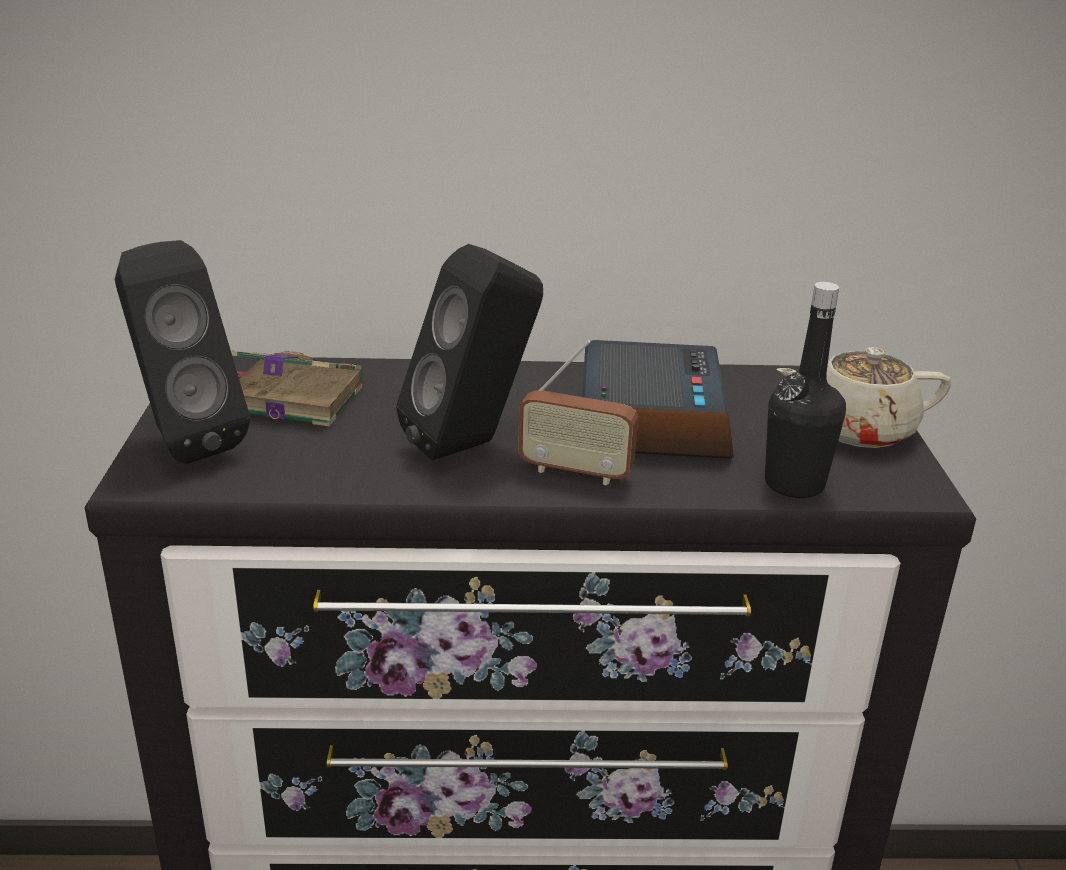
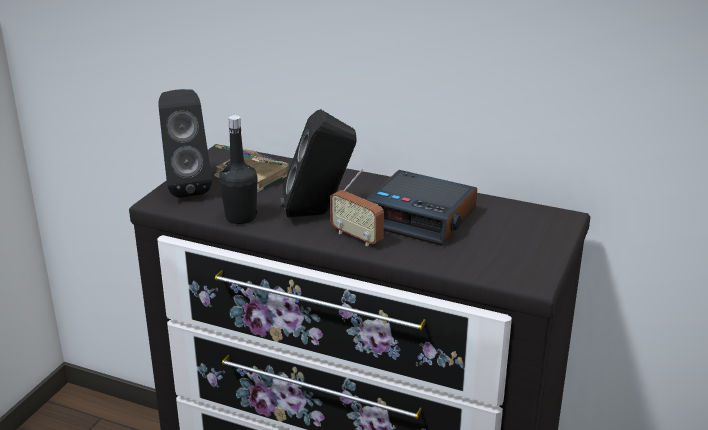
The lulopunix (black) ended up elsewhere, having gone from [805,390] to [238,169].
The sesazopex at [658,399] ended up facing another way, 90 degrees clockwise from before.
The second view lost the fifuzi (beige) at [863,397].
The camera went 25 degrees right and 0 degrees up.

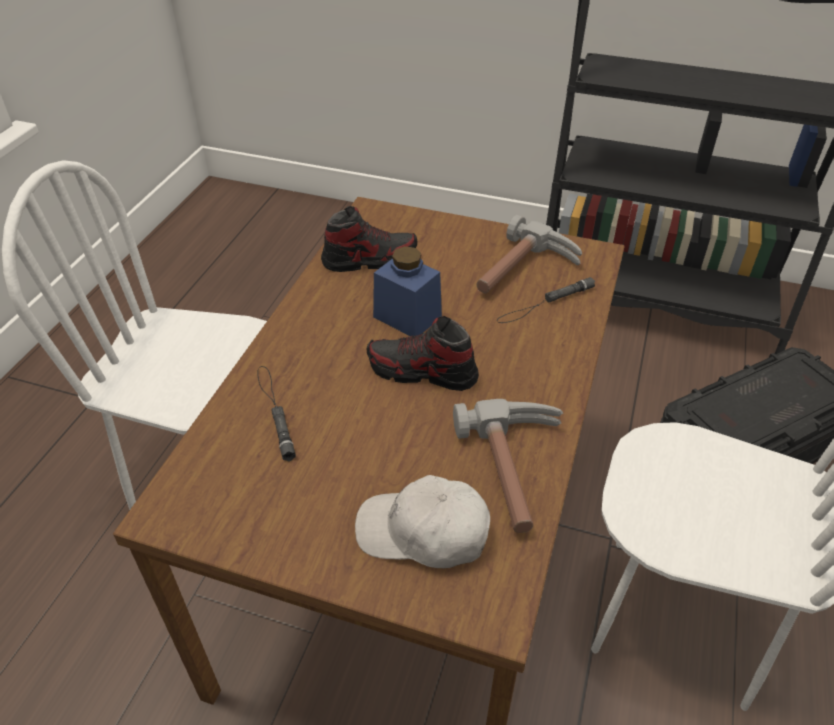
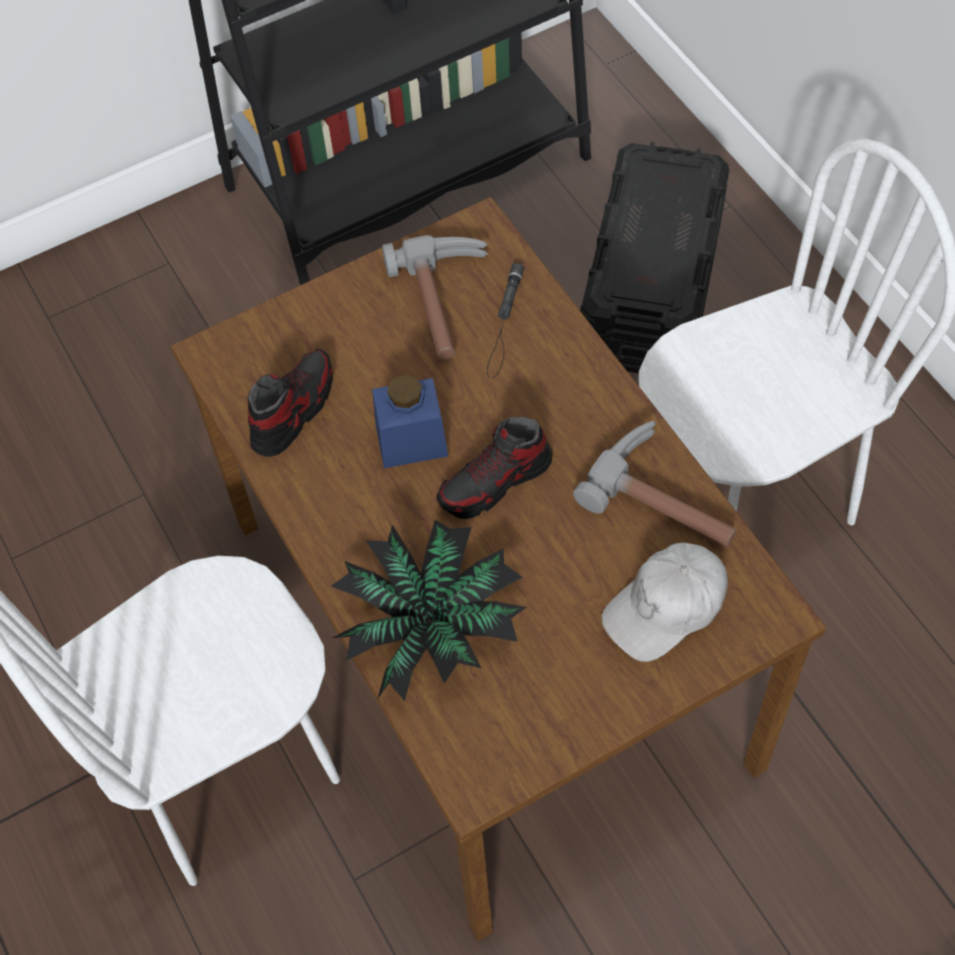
Where the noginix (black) stood at [276,413], the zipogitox came to stand at [428,610].
The camera went 45 degrees left and 15 degrees up.

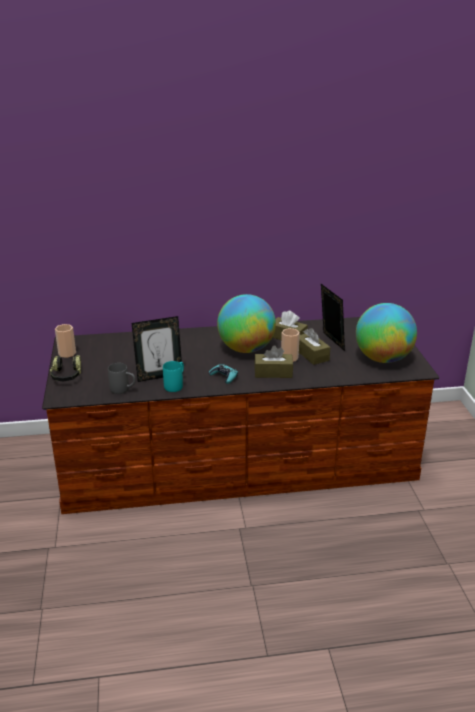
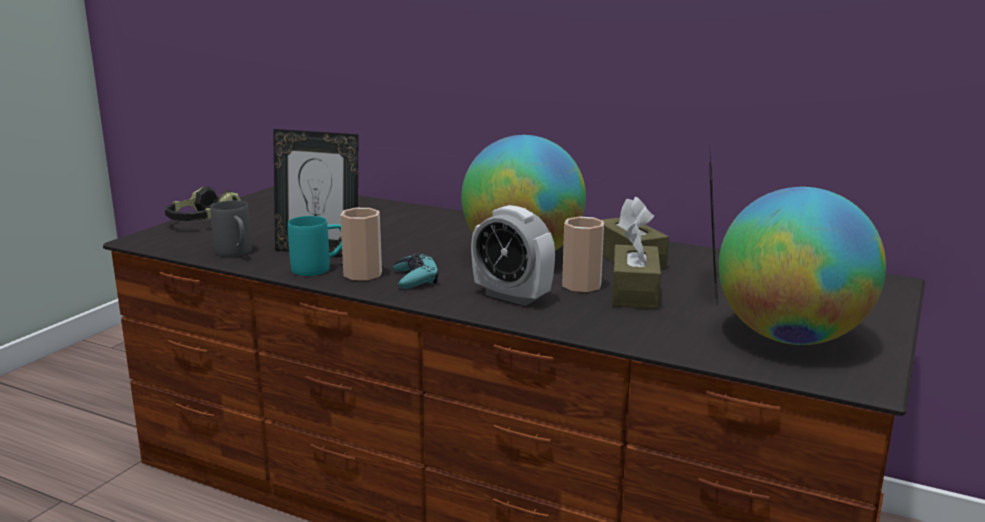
The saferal ended up elsewhere, having gone from [65,341] to [361,244].
Where the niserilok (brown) stood at [273,361], the sesazopex came to stand at [513,255].
The camera went 35 degrees right and 10 degrees down.

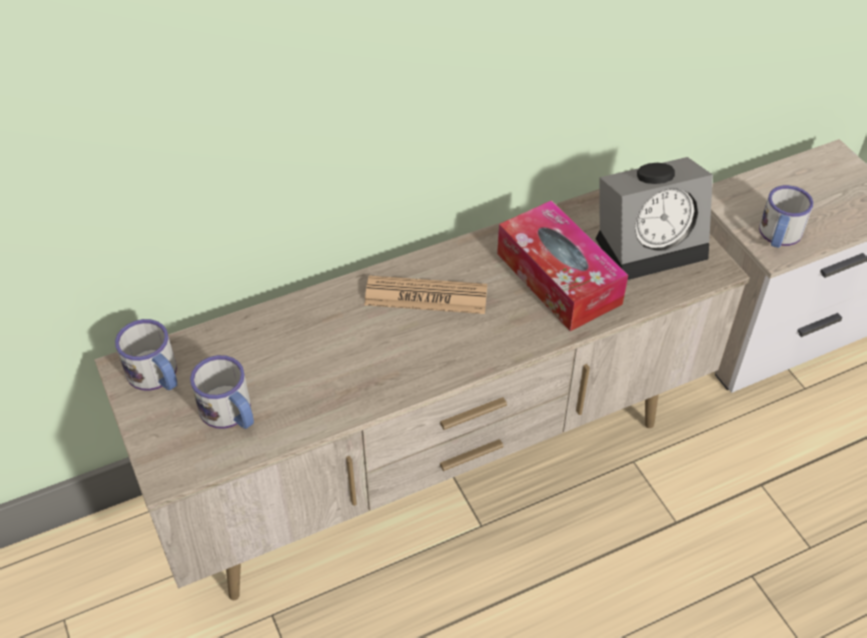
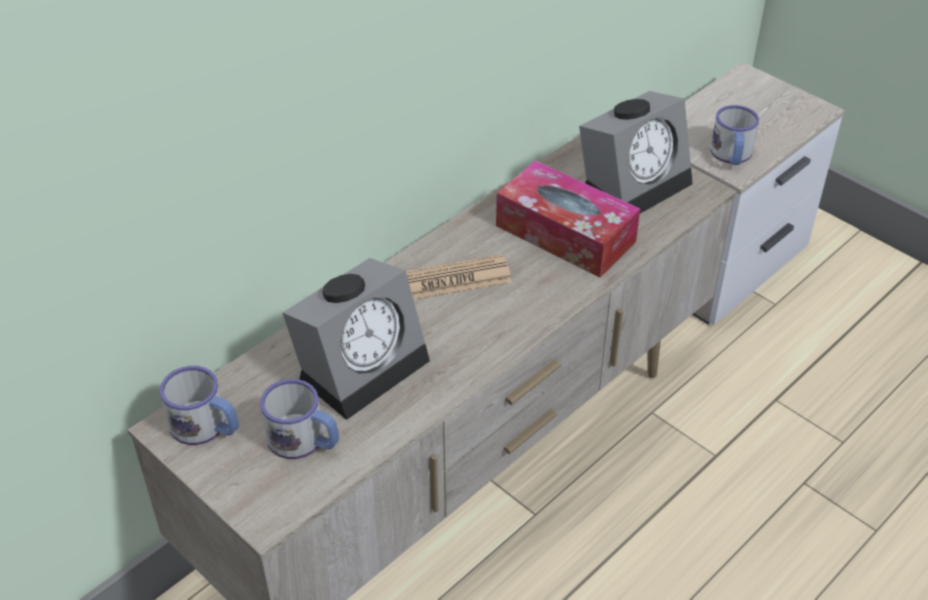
The second view gained the sesazopex at [356,339].
The camera went 20 degrees left and 5 degrees down.

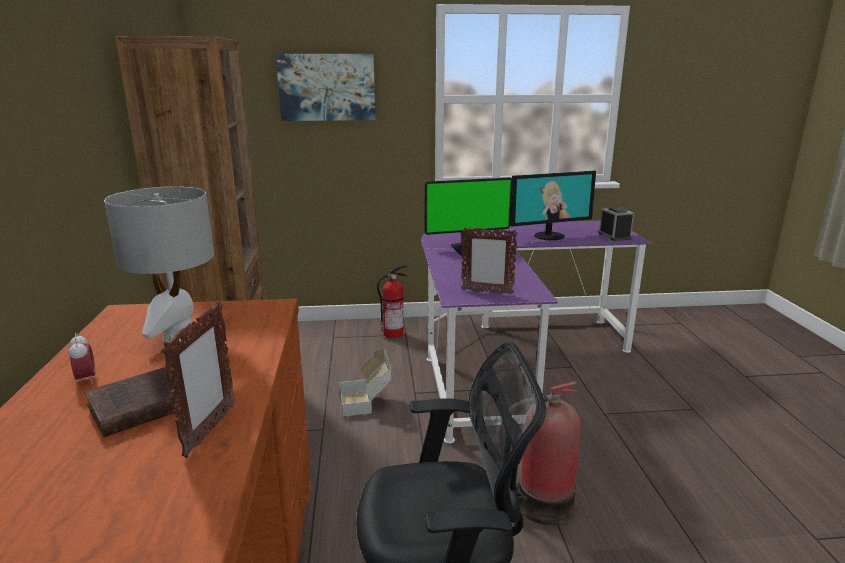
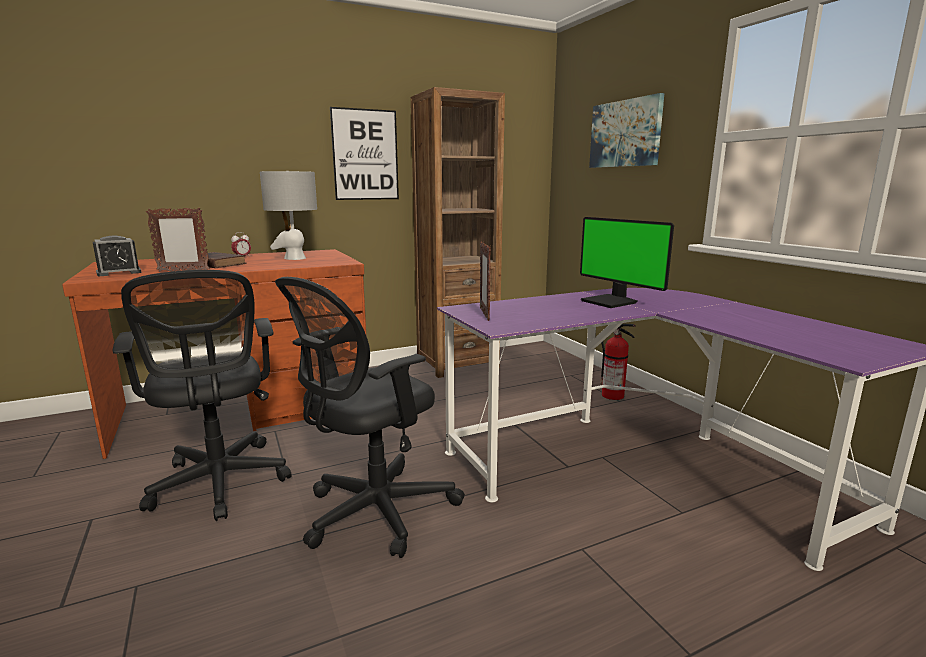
The sesazopex ended up elsewhere, having gone from [616,224] to [117,256].
Where the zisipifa stood at [541,453], the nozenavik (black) came to stand at [370,417].
The second view gained the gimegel at [364,153].
The second view lost the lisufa at [365,383].
The second view lost the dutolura at [553,205].
The camera went 70 degrees right and 5 degrees down.

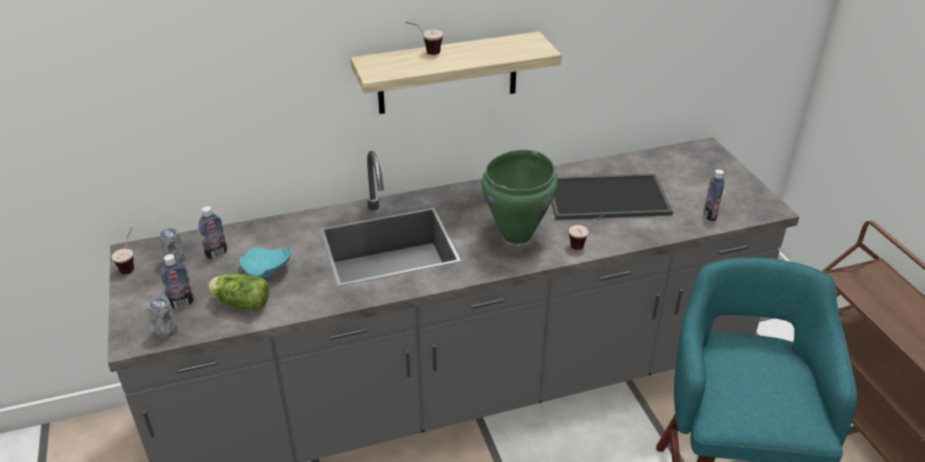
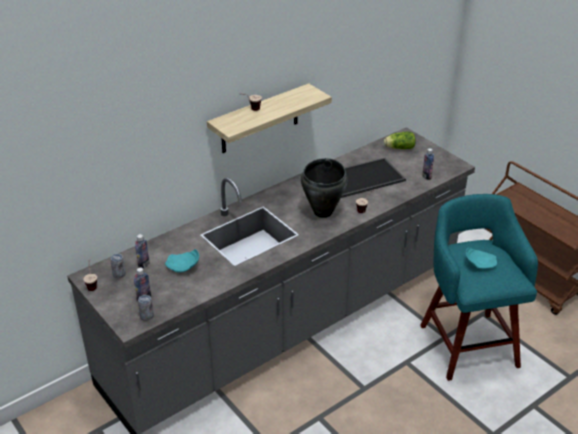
What was the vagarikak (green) at [519,197] turned into the vagarikak (black) at [324,188].
The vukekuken ended up elsewhere, having gone from [238,292] to [400,140].
The second view gained the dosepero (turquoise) at [481,258].
The camera went 20 degrees left and 0 degrees up.

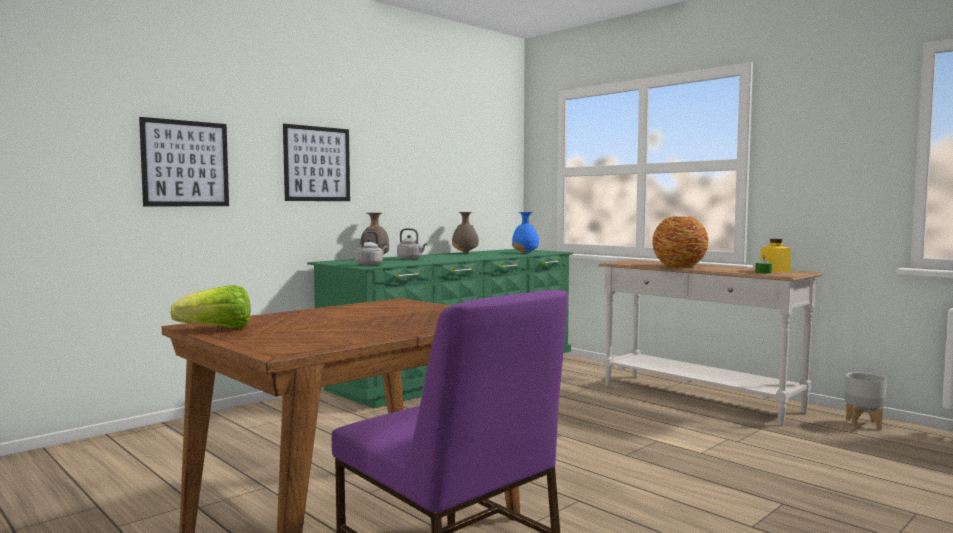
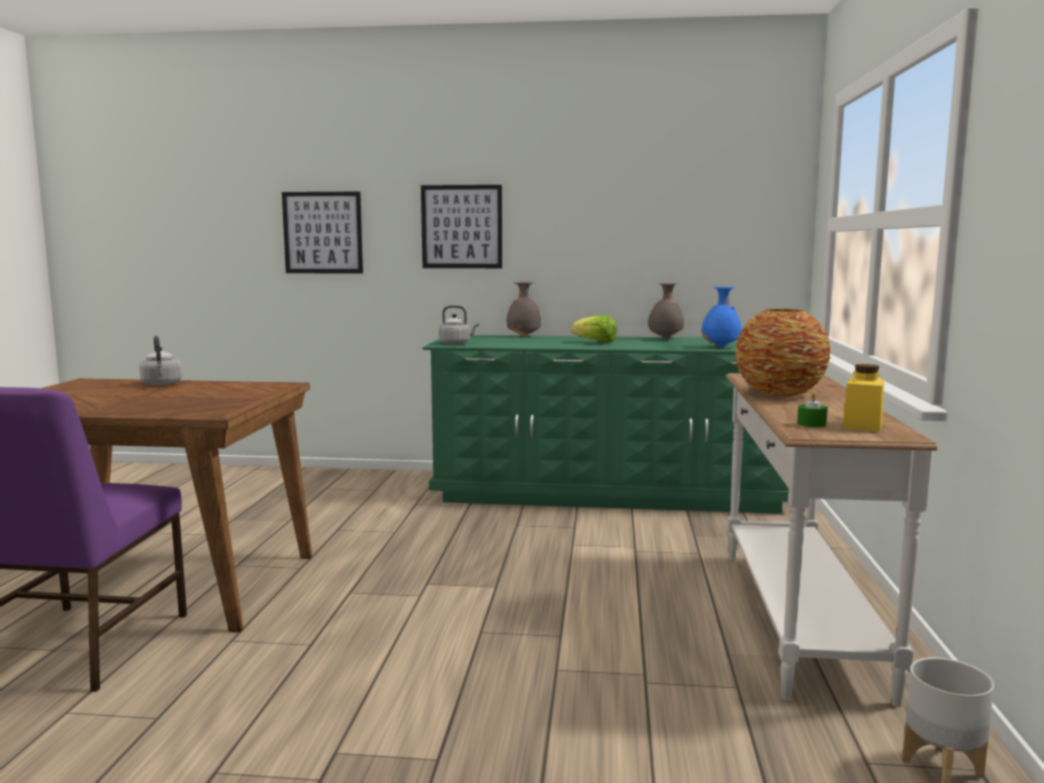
The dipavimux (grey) ended up elsewhere, having gone from [412,244] to [160,361].
The vukekuken ended up elsewhere, having gone from [210,306] to [594,329].
The camera went 50 degrees right and 5 degrees up.

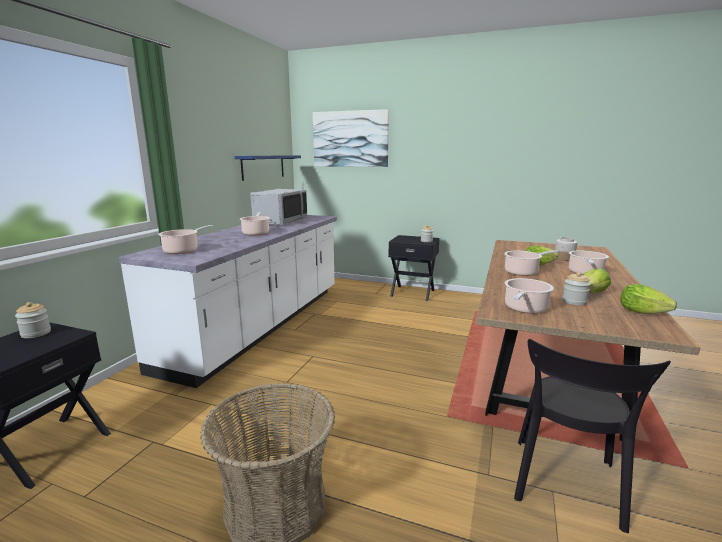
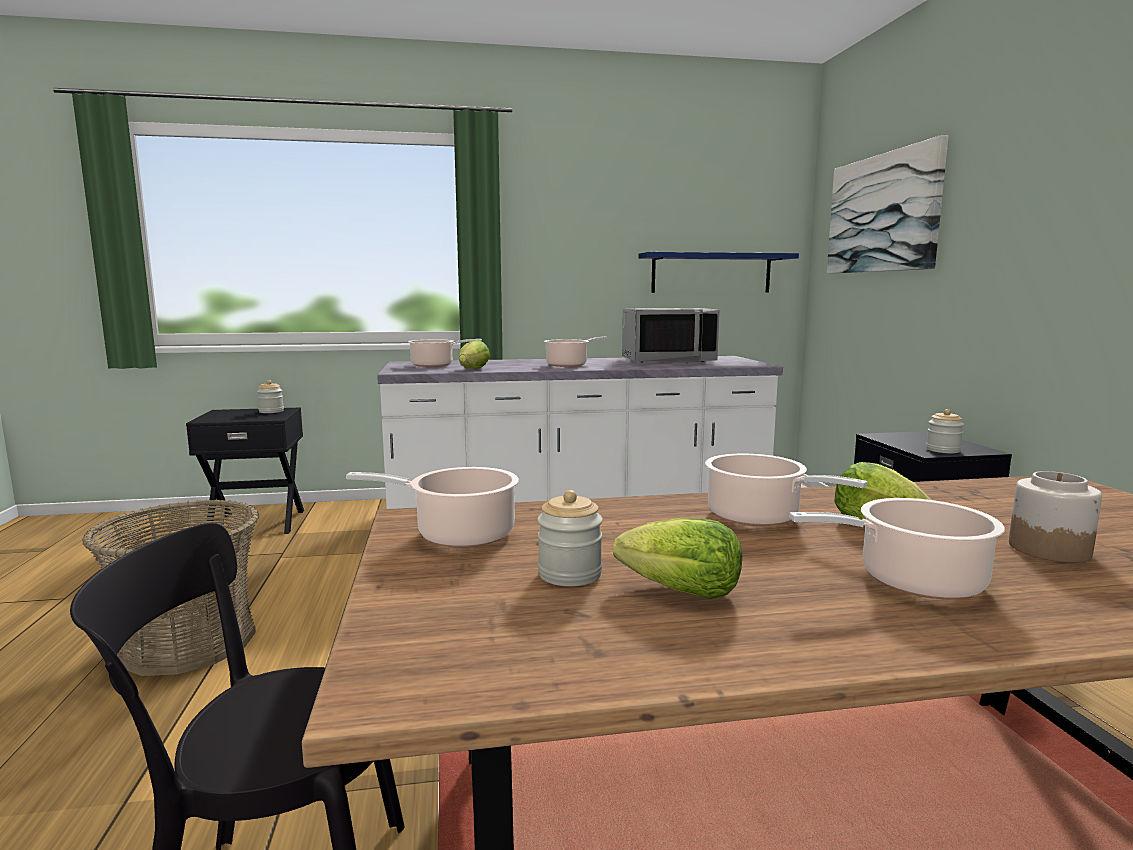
The vukekuken ended up elsewhere, having gone from [648,299] to [474,354].
The camera went 60 degrees right and 5 degrees down.

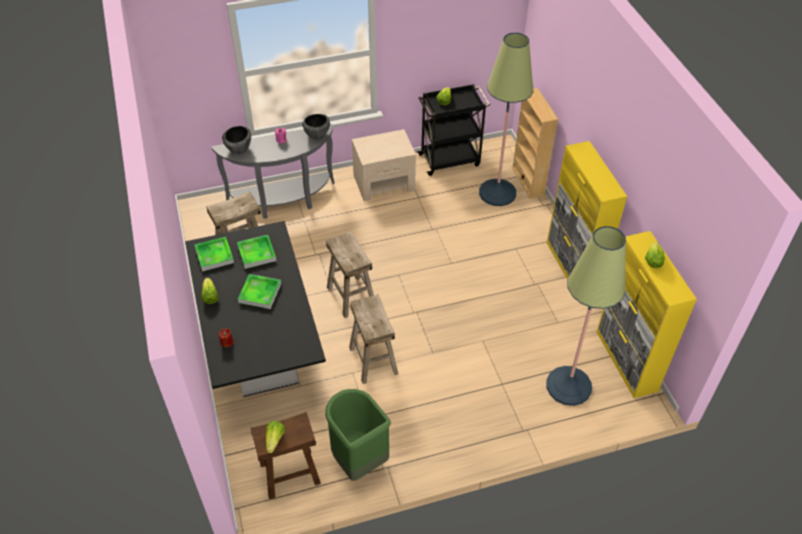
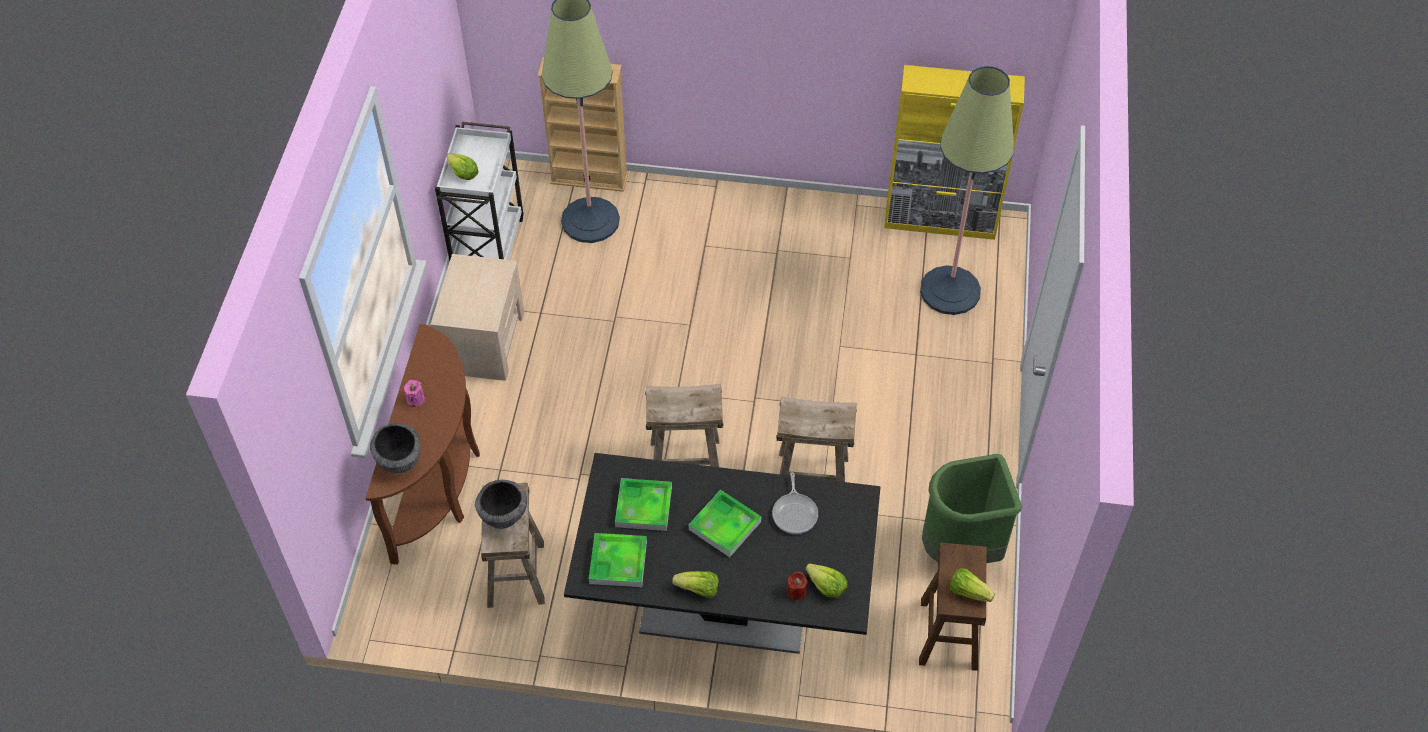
What was the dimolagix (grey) at [273,171] turned into the dimolagix (brown) at [423,444].
What was the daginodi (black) at [453,130] turned into the daginodi (white) at [479,191].
The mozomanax ended up elsewhere, having gone from [316,126] to [501,504].
The second view gained the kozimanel at [795,503].
The vukekuken ended up elsewhere, having gone from [655,255] to [826,580].
The second view lost the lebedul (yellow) at [587,210].
The camera went 65 degrees left and 5 degrees up.

